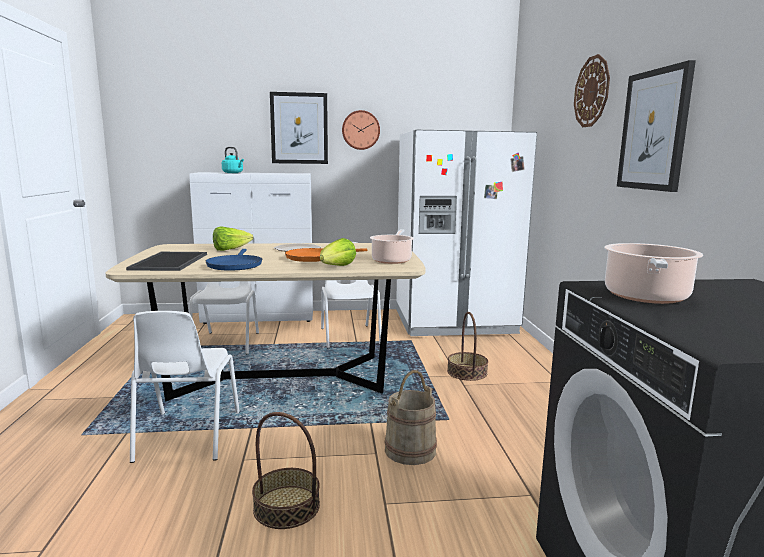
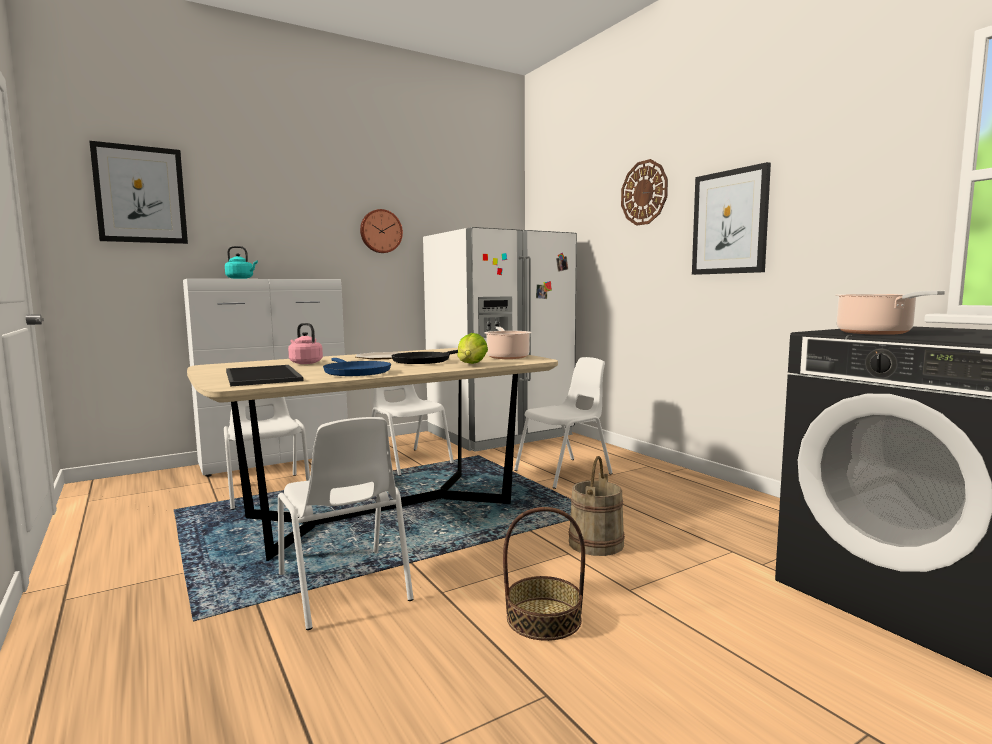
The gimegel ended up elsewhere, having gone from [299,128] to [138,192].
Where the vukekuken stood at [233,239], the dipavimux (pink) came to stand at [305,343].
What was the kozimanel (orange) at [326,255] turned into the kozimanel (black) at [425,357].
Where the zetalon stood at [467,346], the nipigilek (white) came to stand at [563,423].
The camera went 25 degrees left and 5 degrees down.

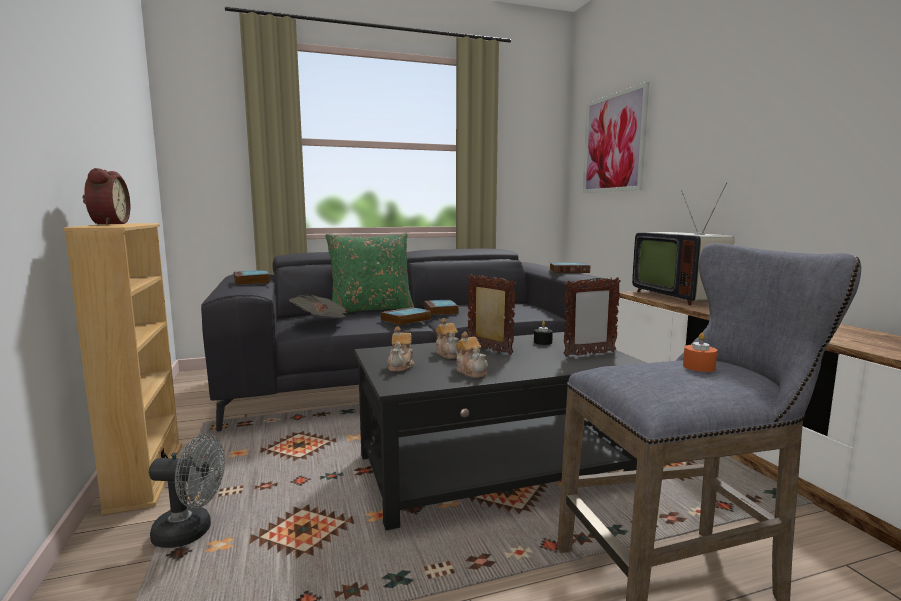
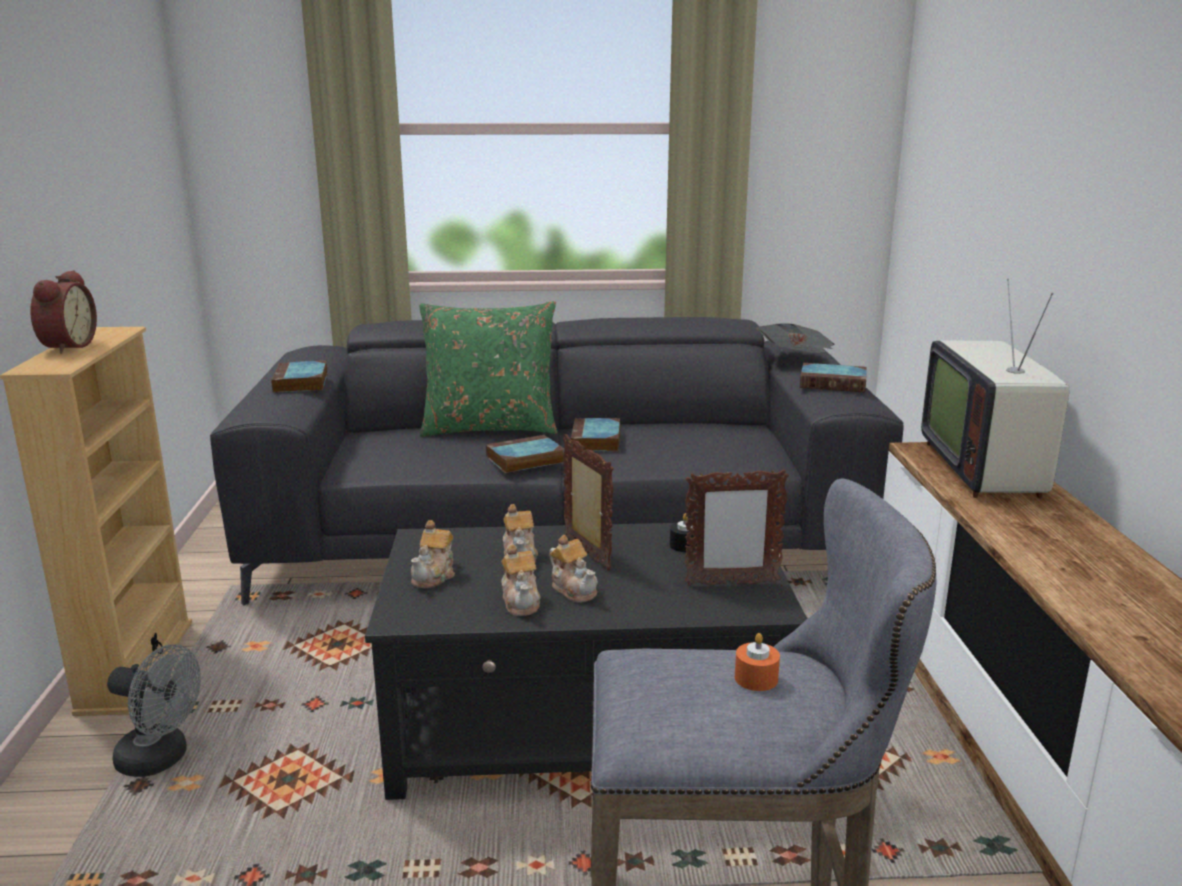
The second view gained the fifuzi at [573,569].
The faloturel ended up elsewhere, having gone from [318,306] to [795,338].
The second view lost the gimegel at [616,138].
The camera went 15 degrees right and 10 degrees up.

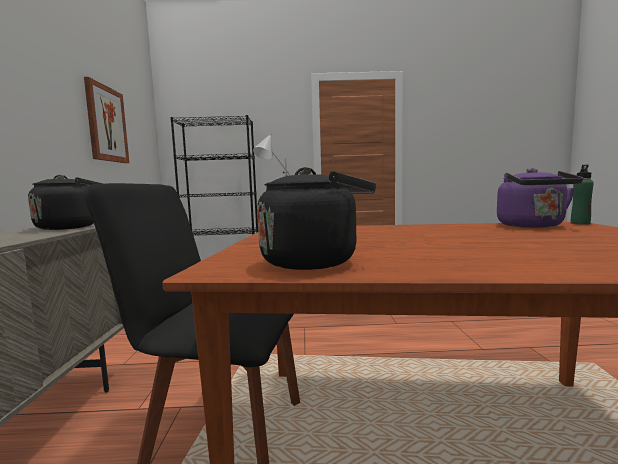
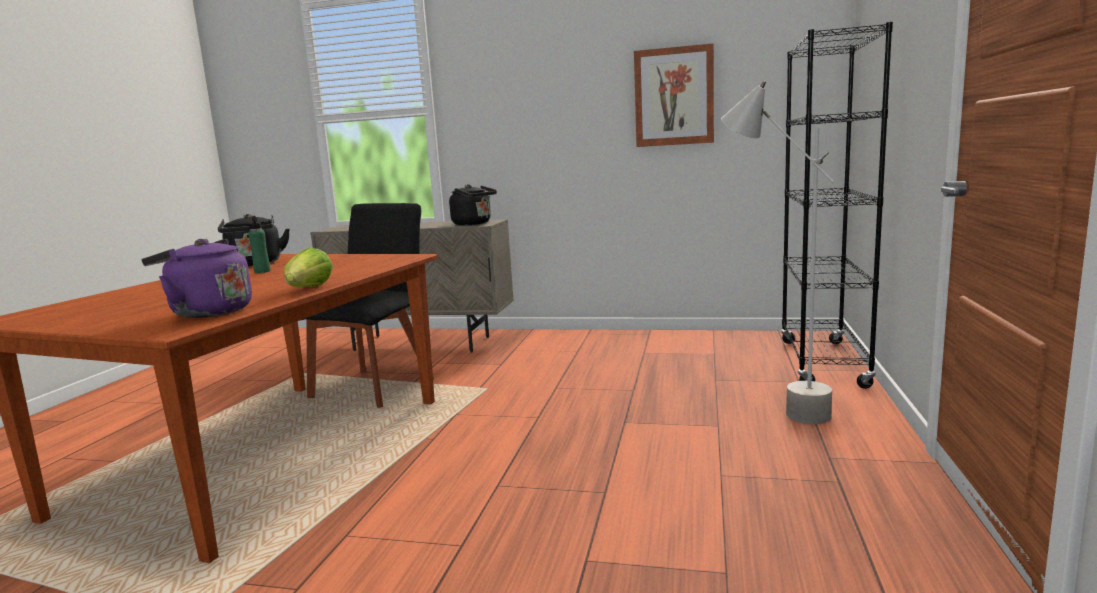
The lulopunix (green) ended up elsewhere, having gone from [582,194] to [259,244].
The second view gained the vukekuken at [308,267].
The camera went 105 degrees right and 5 degrees up.

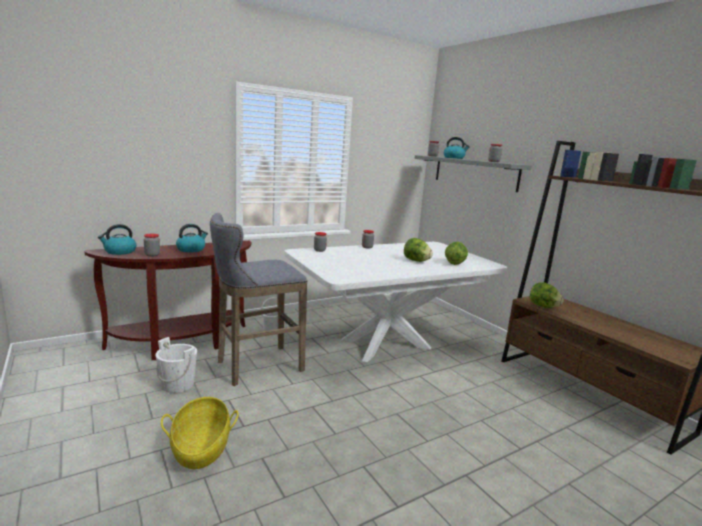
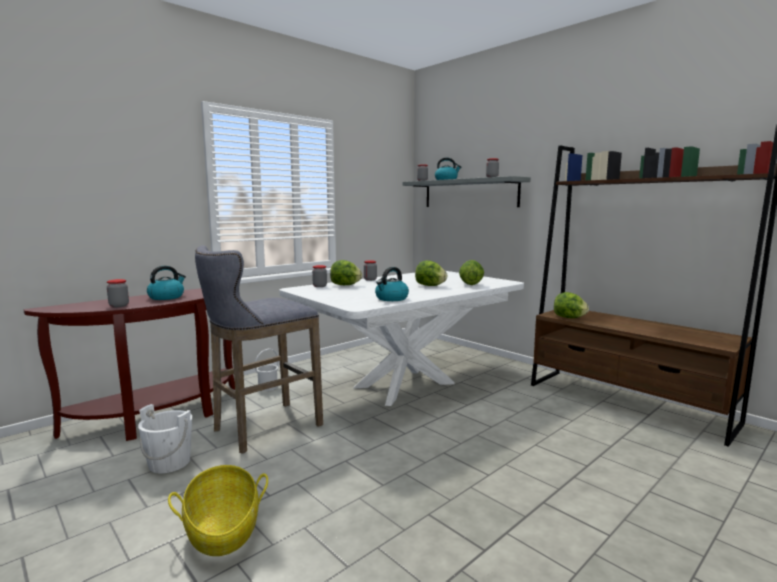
The second view gained the vukekuken at [346,272].
The dipavimux ended up elsewhere, having gone from [117,239] to [392,284].
The camera went 10 degrees left and 5 degrees down.

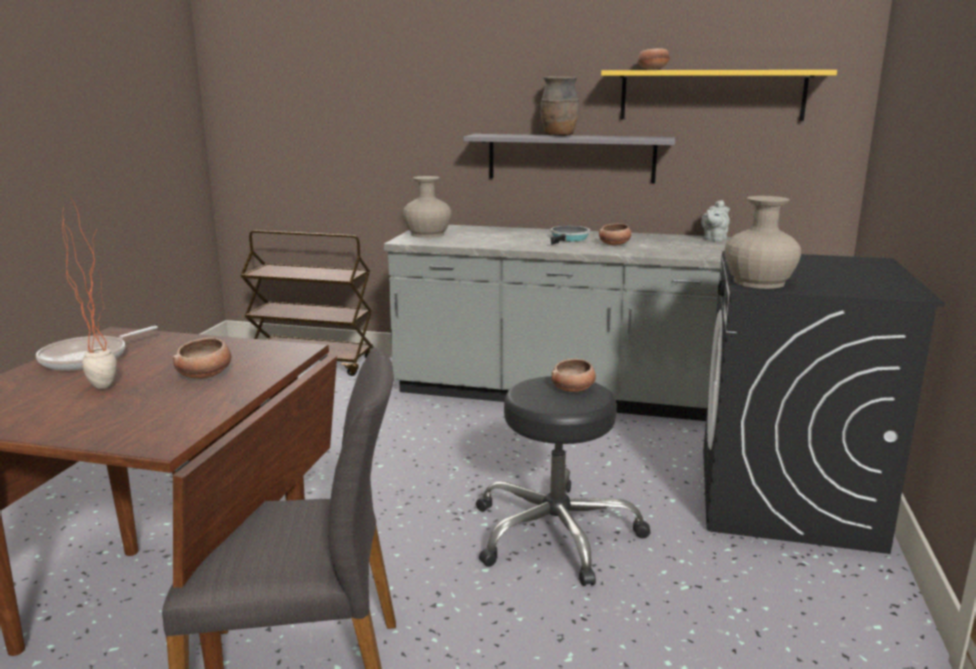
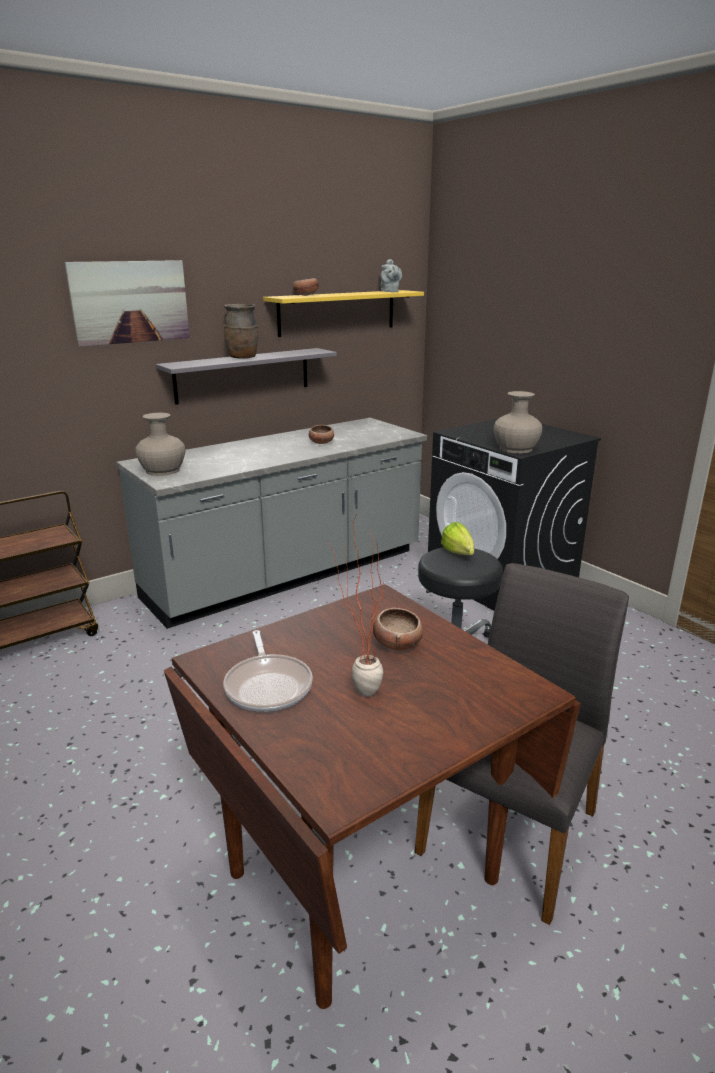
The second view gained the gimegel at [127,303].
The fifuzi (grey) ended up elsewhere, having gone from [715,221] to [391,275].
Where the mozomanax stood at [574,375], the vukekuken came to stand at [457,538].
The second view lost the kozimanel at [570,235].
The camera went 50 degrees left and 5 degrees up.

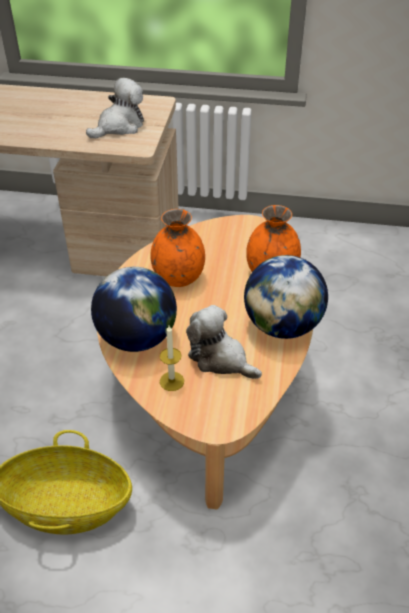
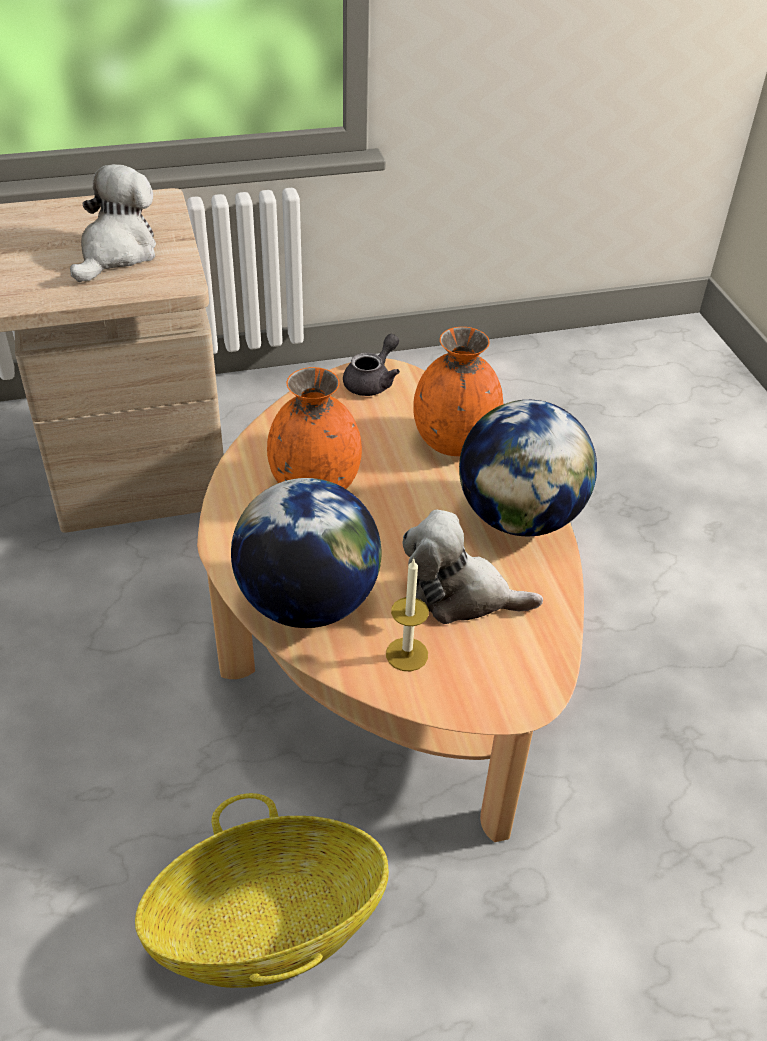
The second view gained the fifuzi (grey) at [371,365].
The camera went 25 degrees left and 0 degrees up.

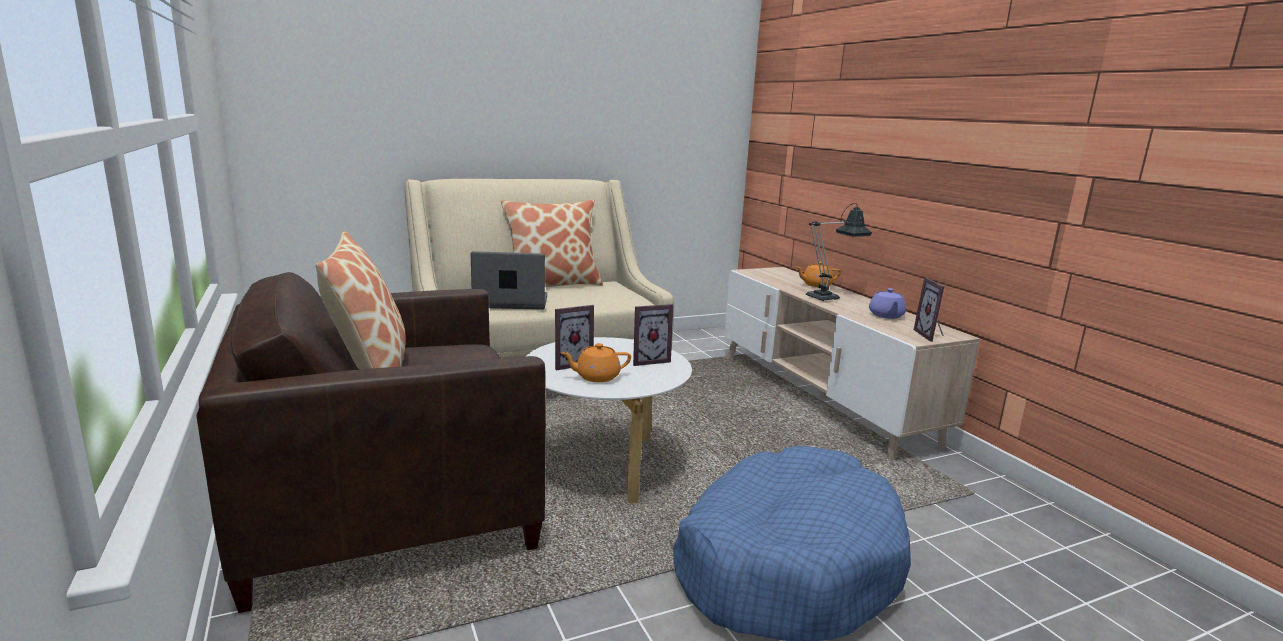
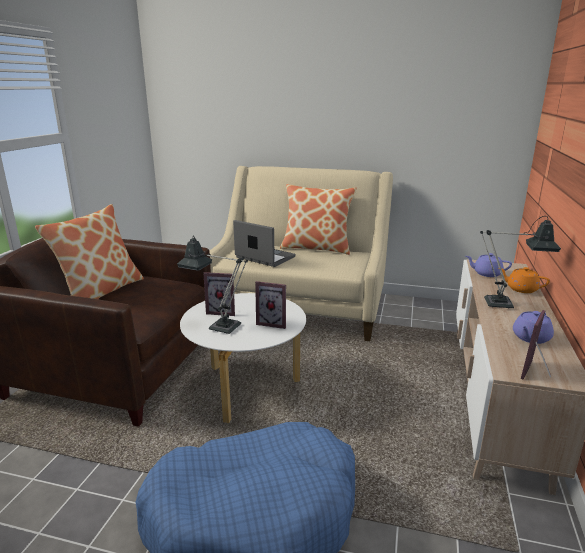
Where the fifuzi (orange) stood at [596,362], the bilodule came to stand at [212,285].
The second view gained the fifuzi (purple) at [489,265].
The camera went 40 degrees right and 5 degrees up.

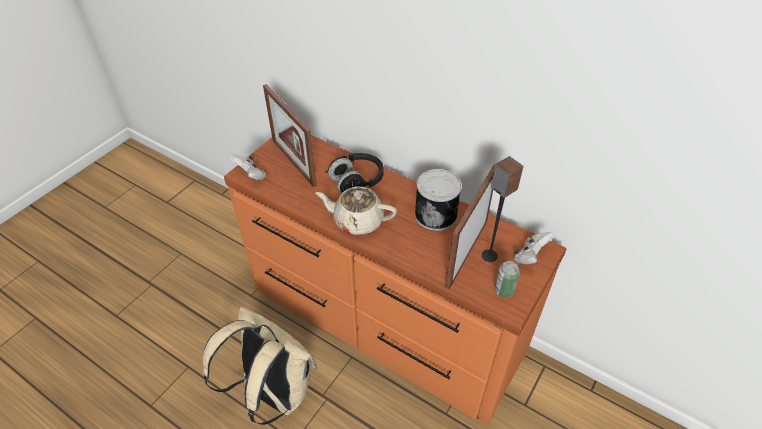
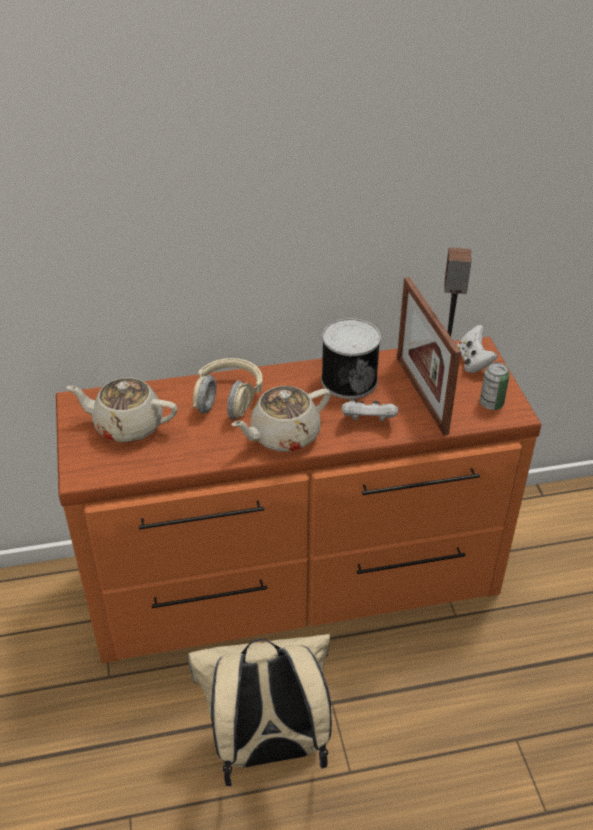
Where the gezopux stood at [290,135], the fifuzi (beige) came to stand at [121,410].
What was the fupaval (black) at [354,173] turned into the fupaval (beige) at [228,389].
The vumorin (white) ended up elsewhere, having gone from [248,167] to [369,410].
The camera went 45 degrees left and 5 degrees down.

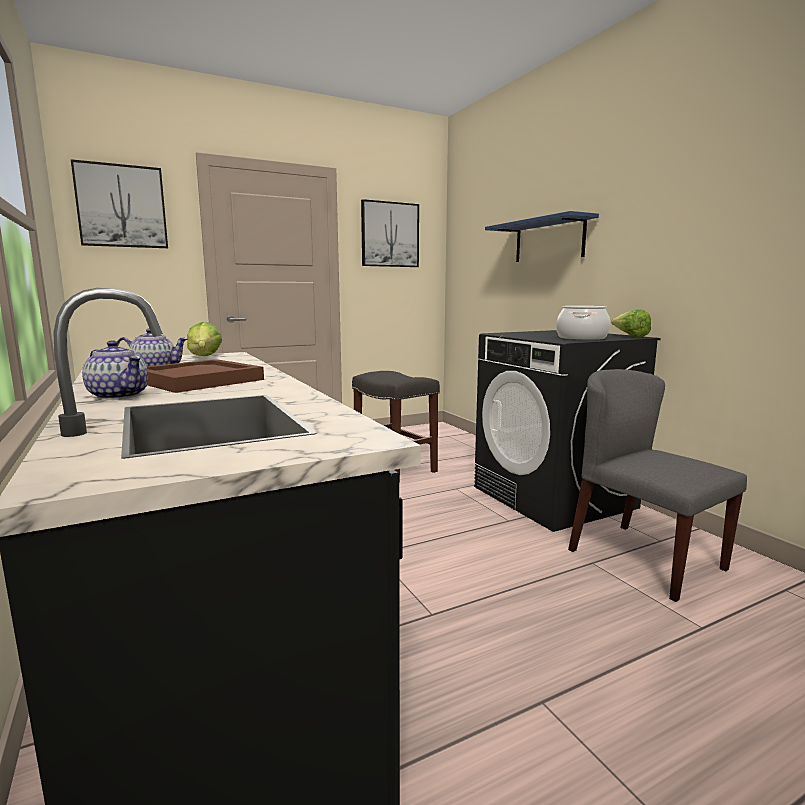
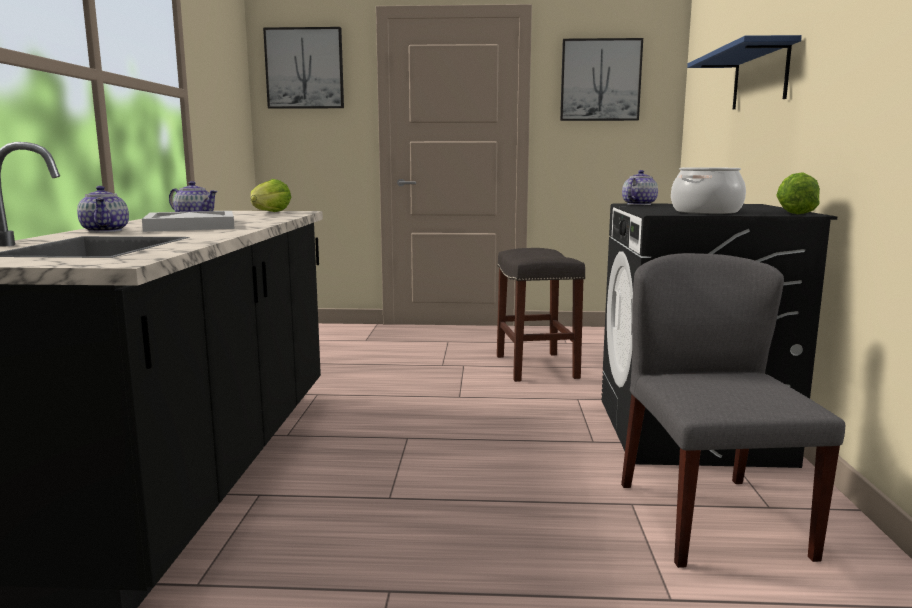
What was the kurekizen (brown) at [205,376] turned into the kurekizen (white) at [188,221].
The second view gained the fifuzi at [640,187].
The camera went 30 degrees right and 0 degrees up.

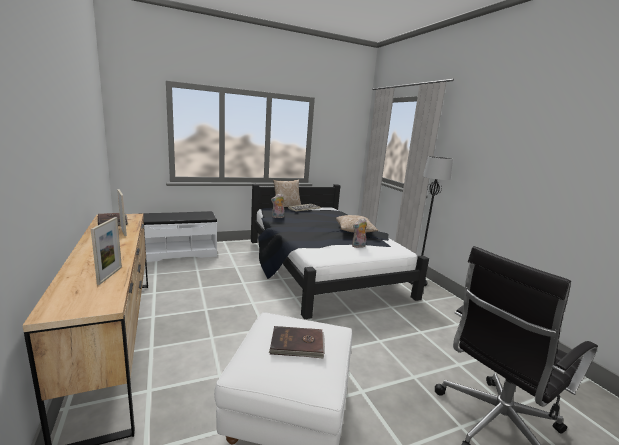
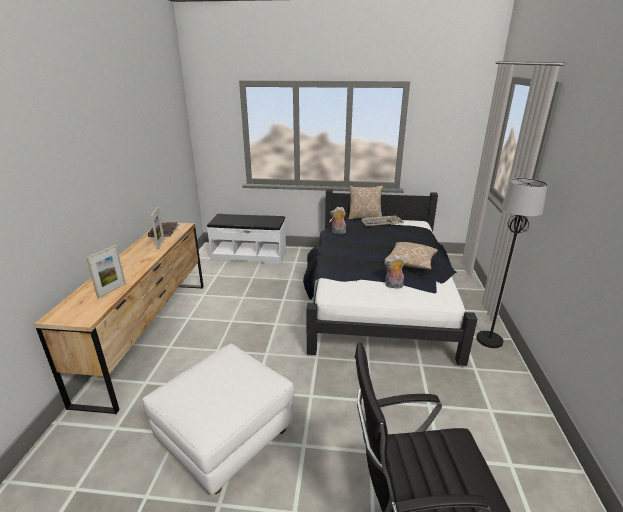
The second view lost the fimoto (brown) at [297,342].
The camera went 30 degrees right and 10 degrees up.

